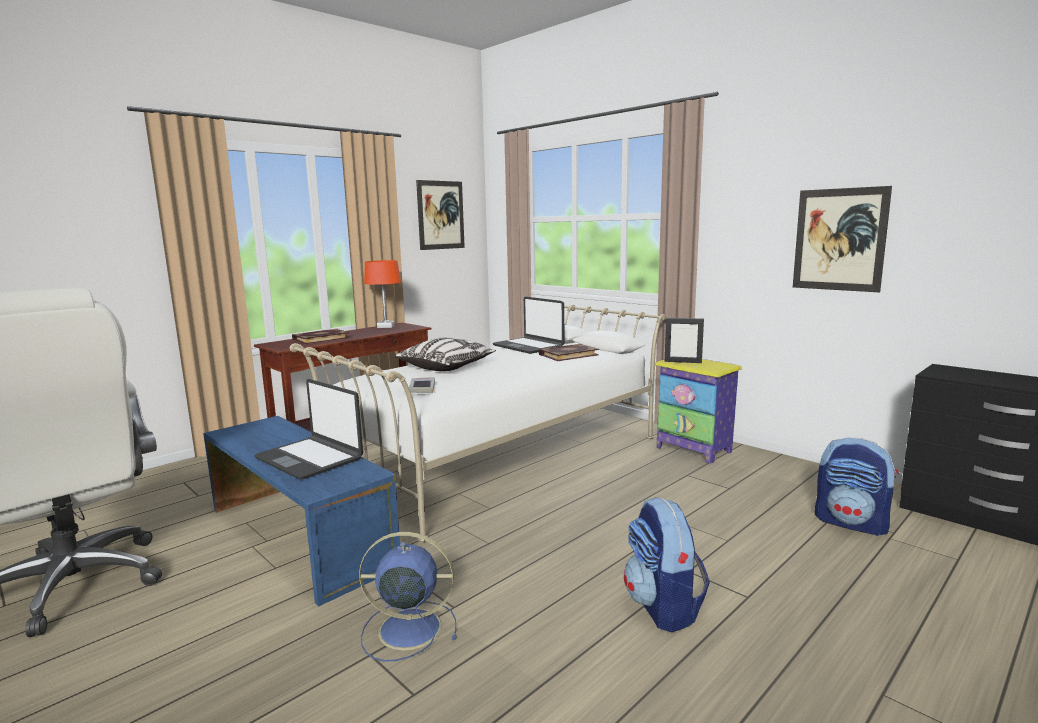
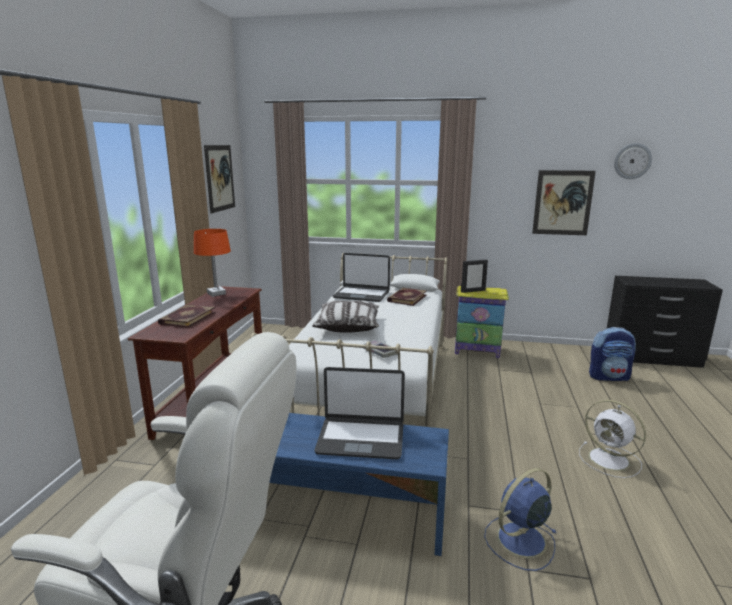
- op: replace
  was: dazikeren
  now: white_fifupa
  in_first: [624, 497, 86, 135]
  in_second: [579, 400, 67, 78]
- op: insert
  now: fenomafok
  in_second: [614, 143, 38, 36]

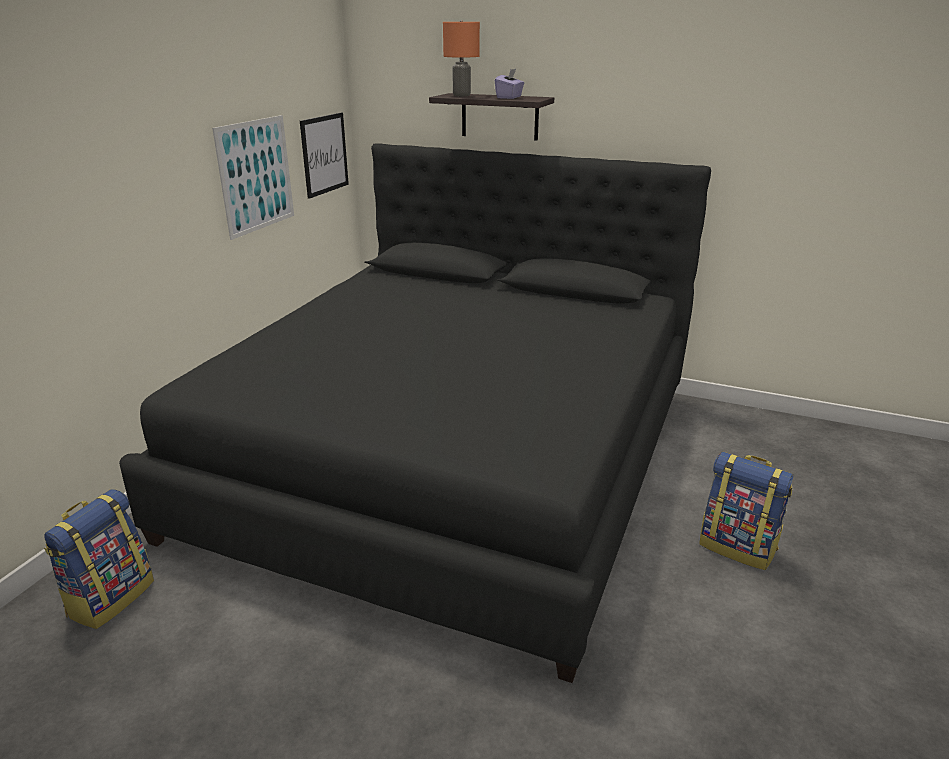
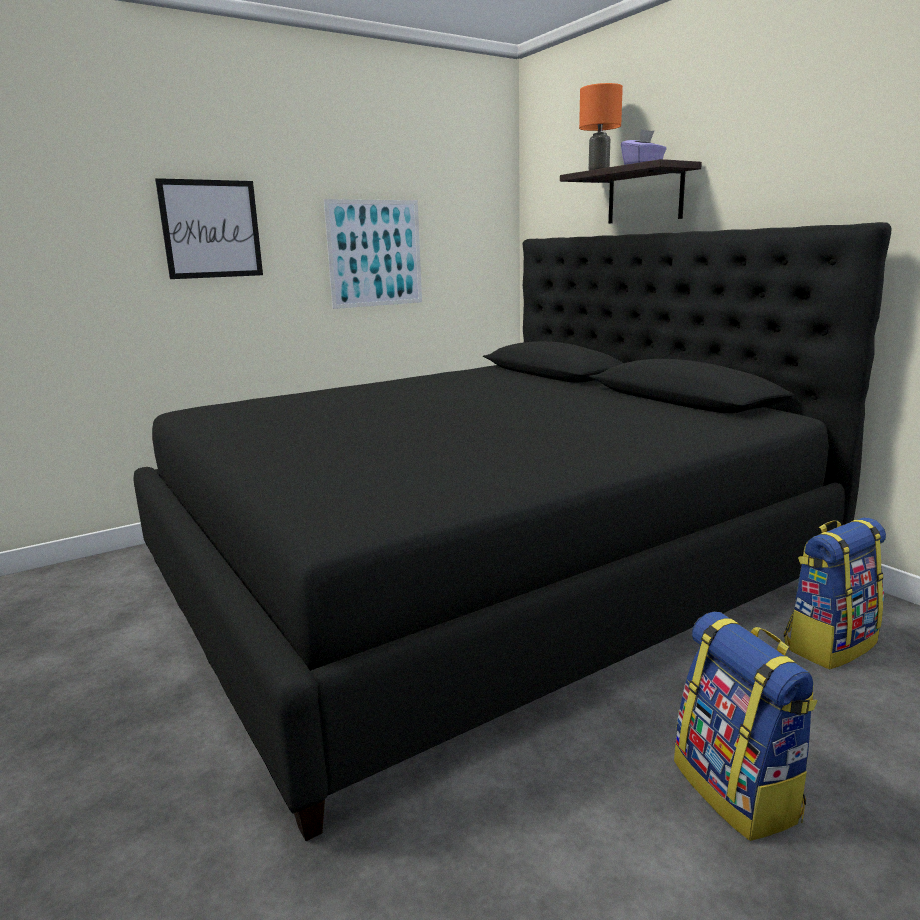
- op: move
  was: dazikeren
  in_first: [44, 489, 110, 140]
  in_second: [784, 518, 102, 152]
- op: move
  was: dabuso
  in_first: [300, 112, 49, 87]
  in_second: [155, 178, 108, 101]

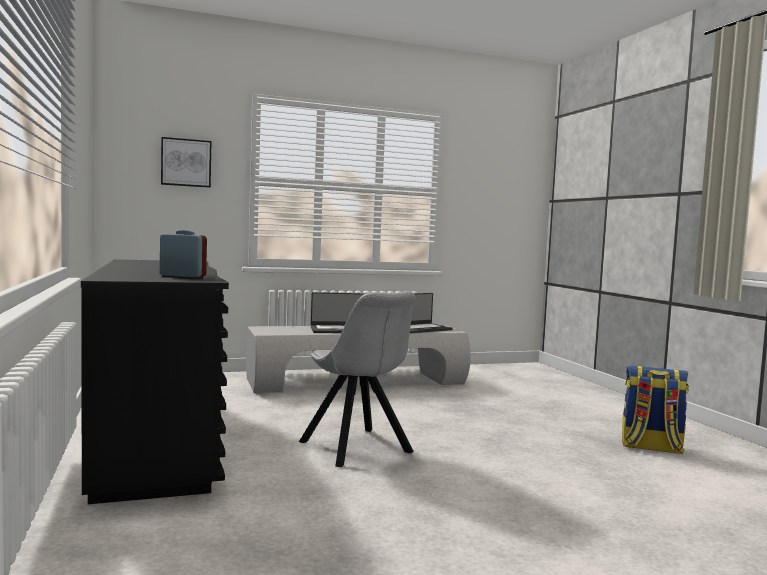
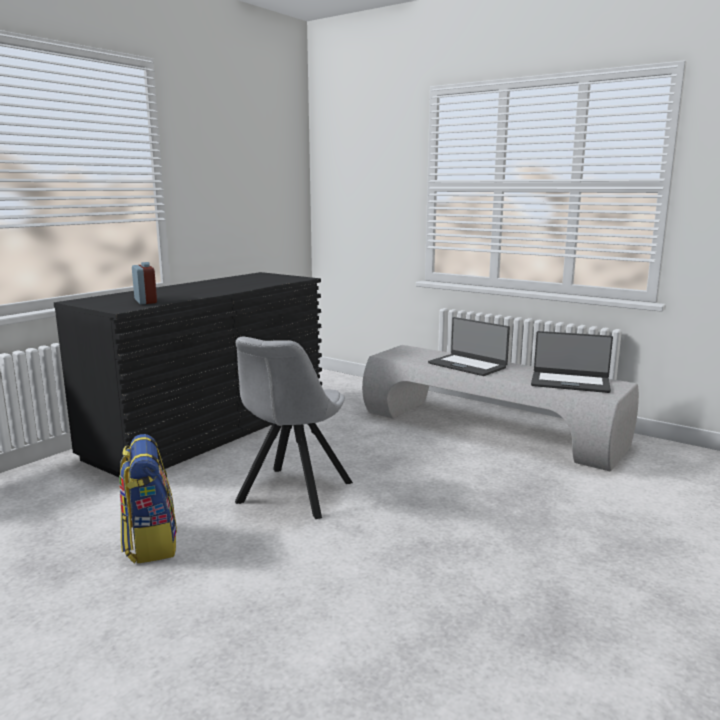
- op: delete
  was: dabuso
  in_first: [161, 137, 50, 51]
- op: move
  was: dazikeren
  in_first: [622, 366, 67, 88]
  in_second: [119, 434, 58, 130]

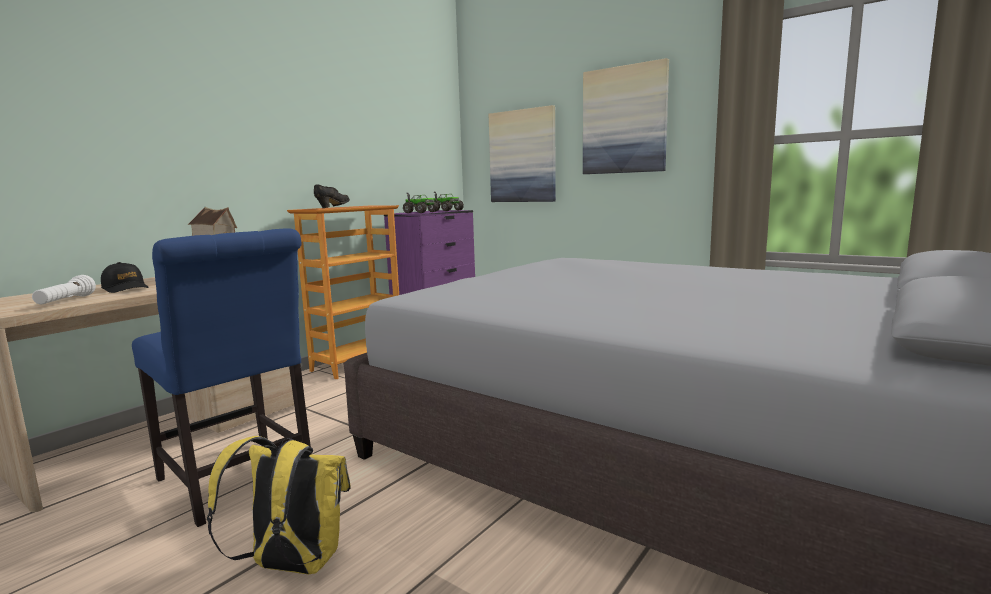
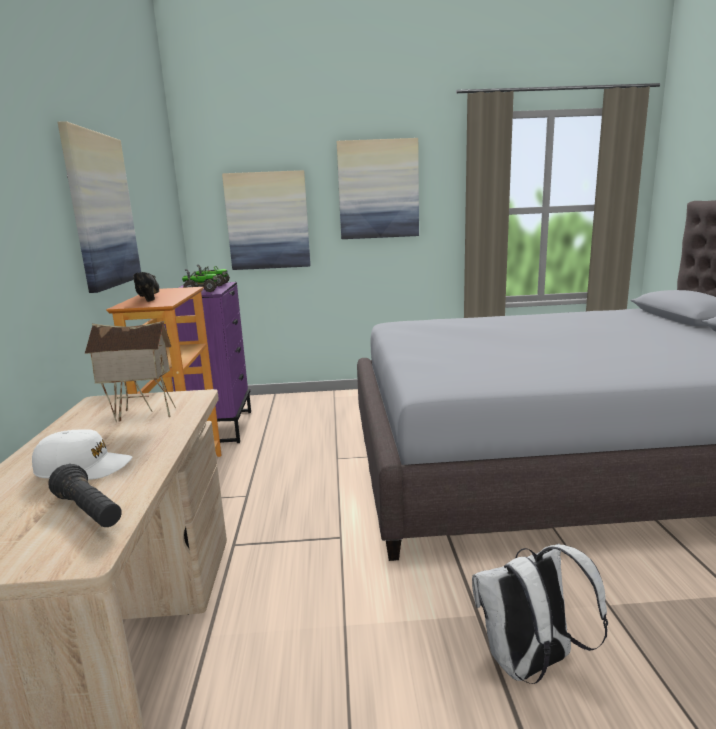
- op: recolor
  was: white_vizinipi
  now: black_vizinipi
  in_first: [32, 275, 64, 29]
  in_second: [49, 464, 73, 63]
- op: recolor
  was: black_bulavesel
  now: white_bulavesel
  in_first: [101, 262, 48, 31]
  in_second: [32, 429, 101, 51]
- op: delete
  was: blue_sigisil
  in_first: [132, 228, 180, 299]
- op: recolor
  was: yellow_dazikeren
  now: white_dazikeren
  in_first: [207, 436, 144, 138]
  in_second: [472, 544, 136, 140]
- op: insert
  now: dabuso
  in_second: [58, 121, 83, 172]

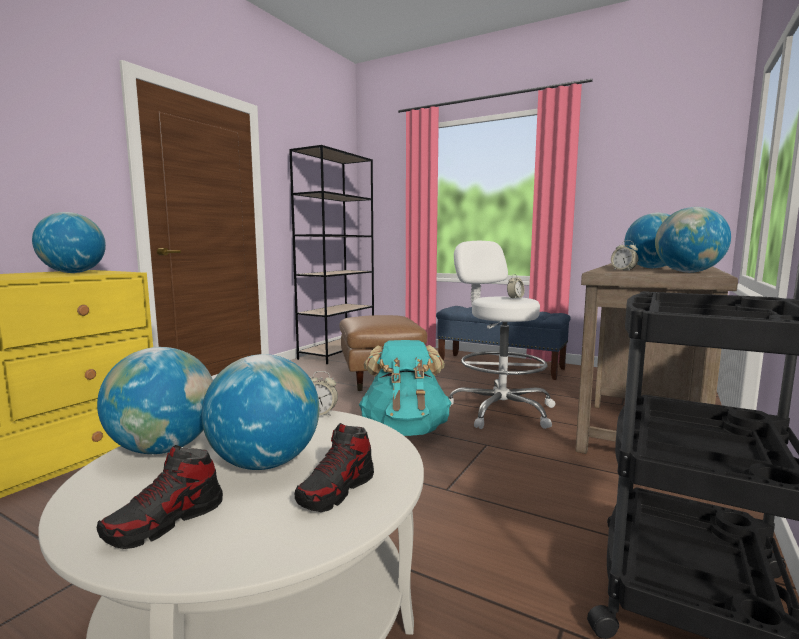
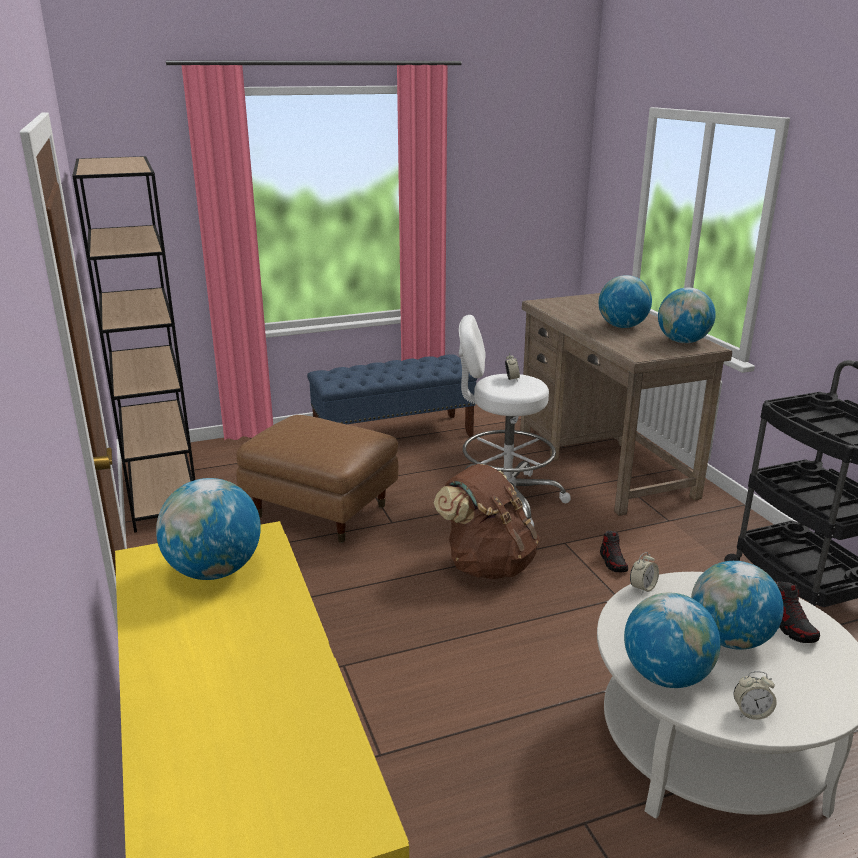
- op: move
  was: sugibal
  in_first: [97, 445, 126, 104]
  in_second: [600, 531, 28, 41]
- op: recolor
  was: turquoise_dazikeren
  now: brown_dazikeren
  in_first: [359, 340, 92, 96]
  in_second: [434, 464, 106, 115]
- op: move
  was: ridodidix
  in_first: [611, 240, 27, 31]
  in_second: [734, 671, 43, 49]

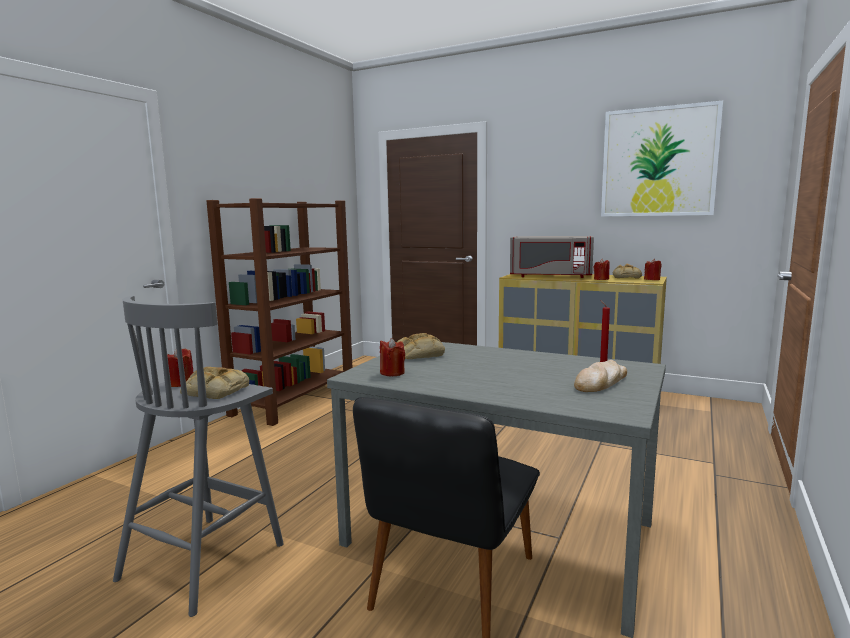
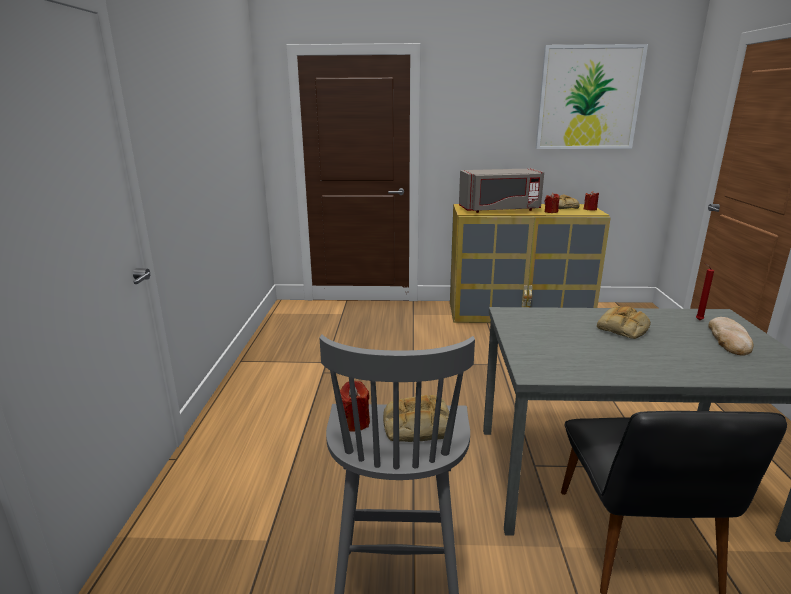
- op: delete
  was: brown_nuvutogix
  in_first: [207, 198, 145, 228]
- op: delete
  was: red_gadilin
  in_first: [380, 338, 25, 38]
- op: move
  was: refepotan
  in_first: [397, 333, 48, 26]
  in_second: [597, 306, 54, 33]

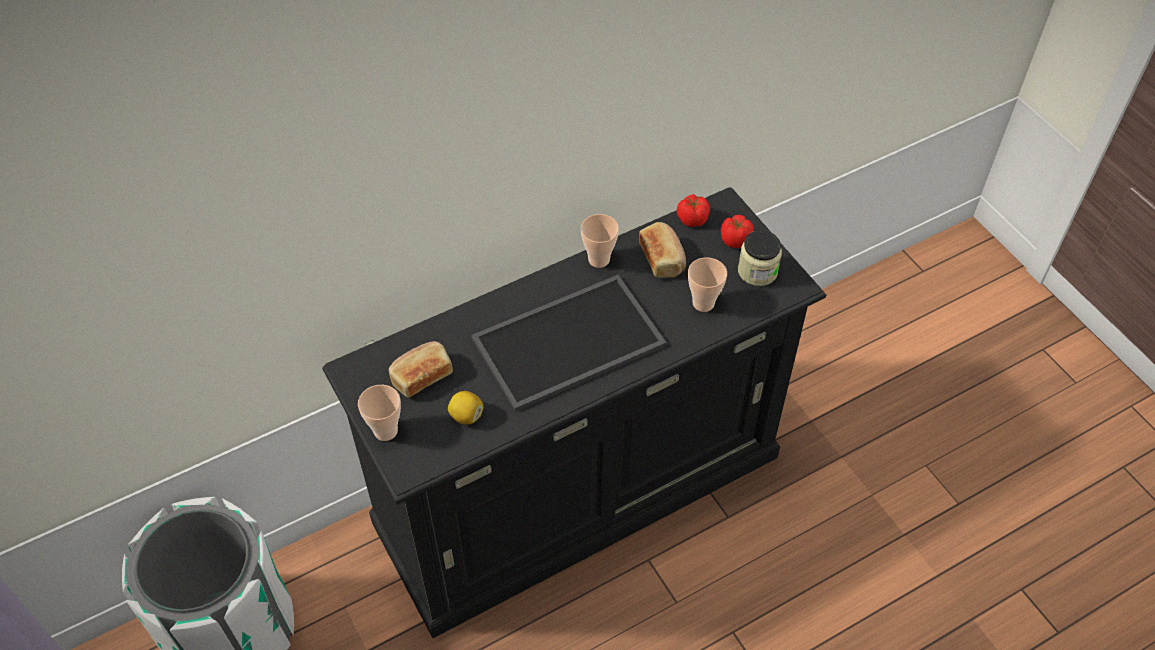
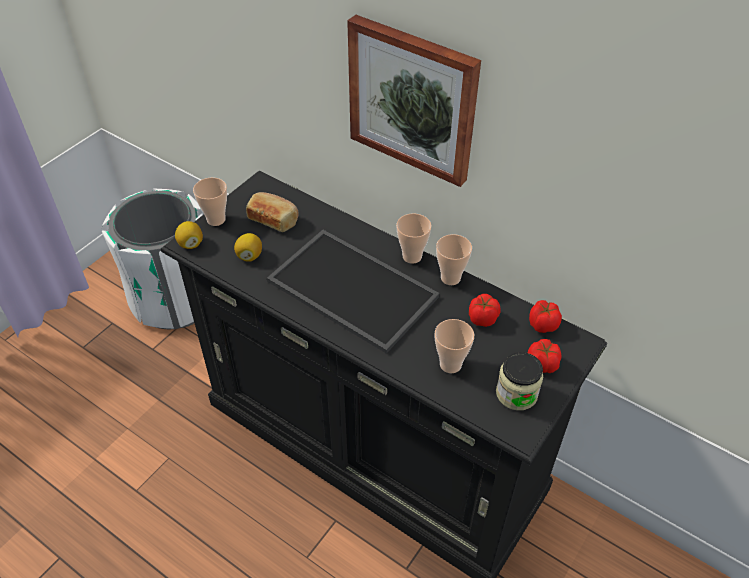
- op: replace
  was: refepotan
  now: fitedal
  in_first: [639, 222, 47, 56]
  in_second: [469, 294, 31, 33]
- op: insert
  now: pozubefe
  in_second: [175, 221, 28, 28]
- op: insert
  now: dabuso
  in_second: [347, 15, 134, 172]
- op: insert
  now: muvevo
  in_second: [396, 213, 35, 51]

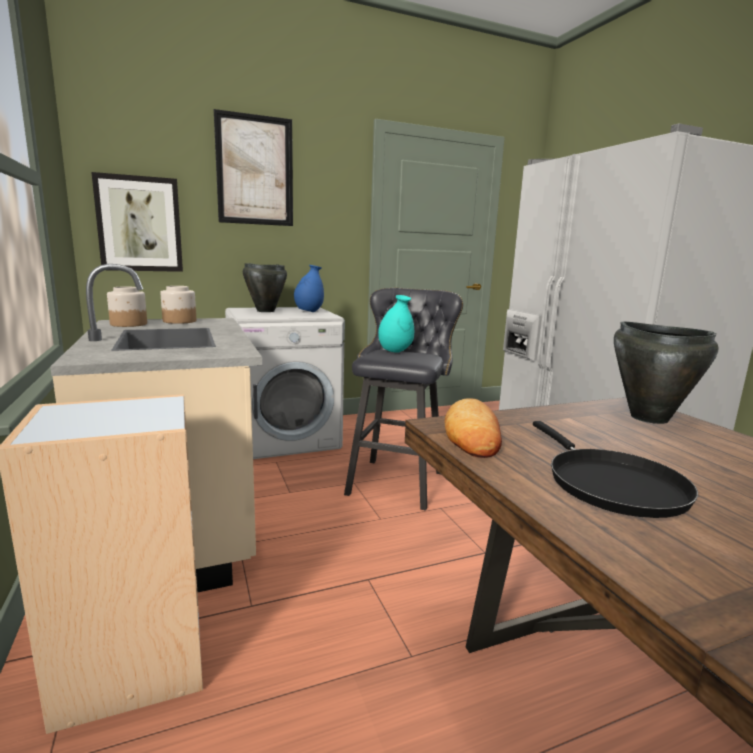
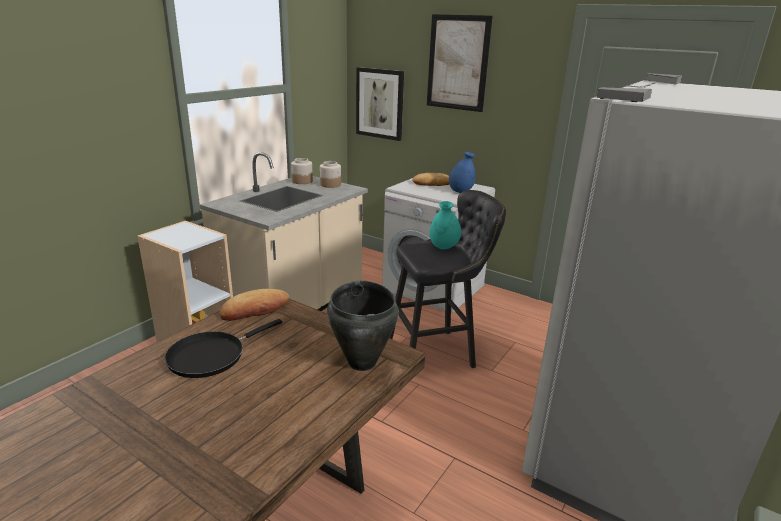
- op: replace
  was: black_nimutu
  now: refepotan
  in_first: [243, 263, 44, 49]
  in_second: [412, 173, 38, 13]

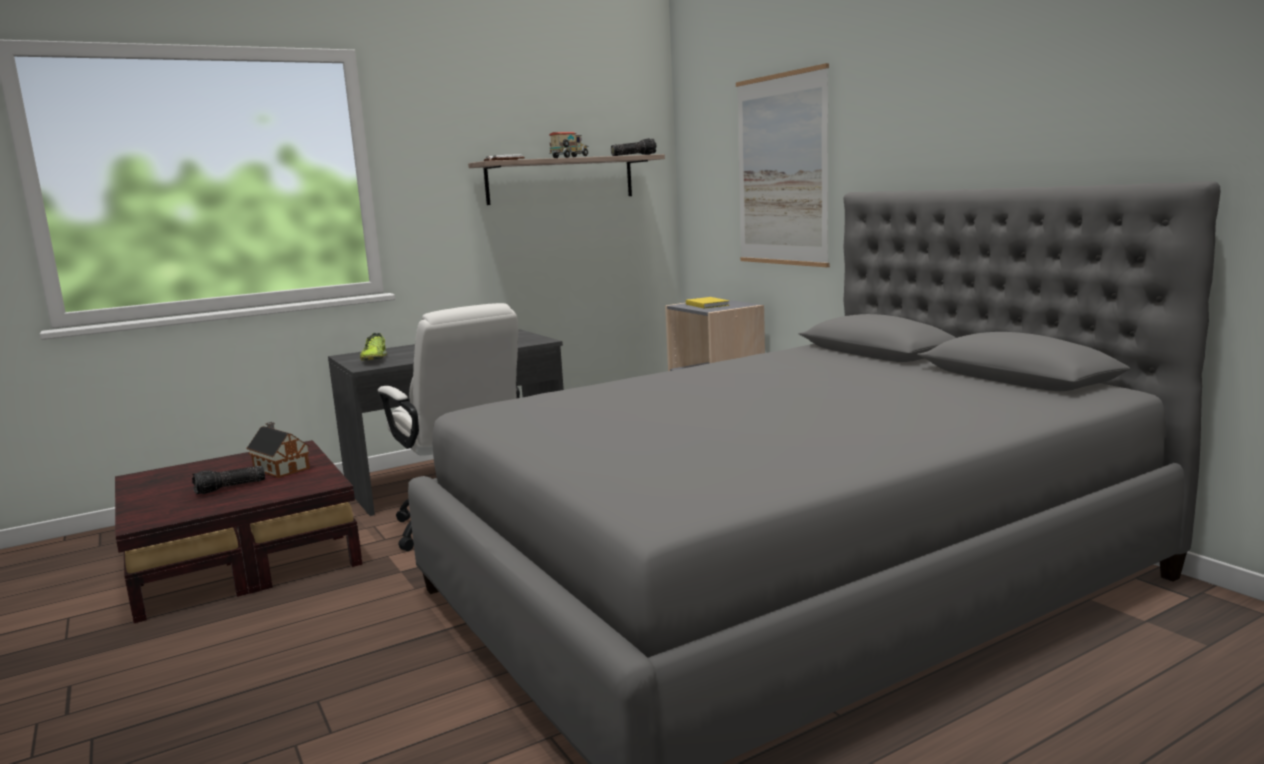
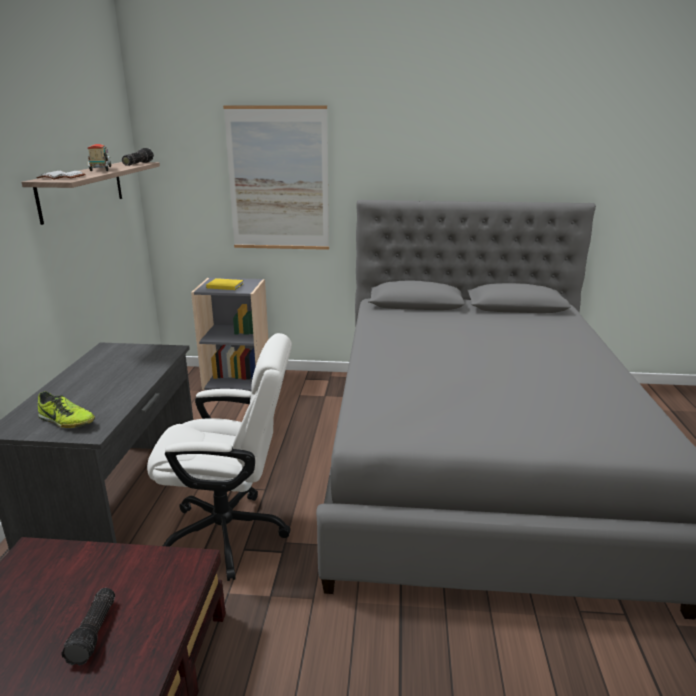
- op: delete
  was: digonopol
  in_first: [246, 422, 64, 56]

